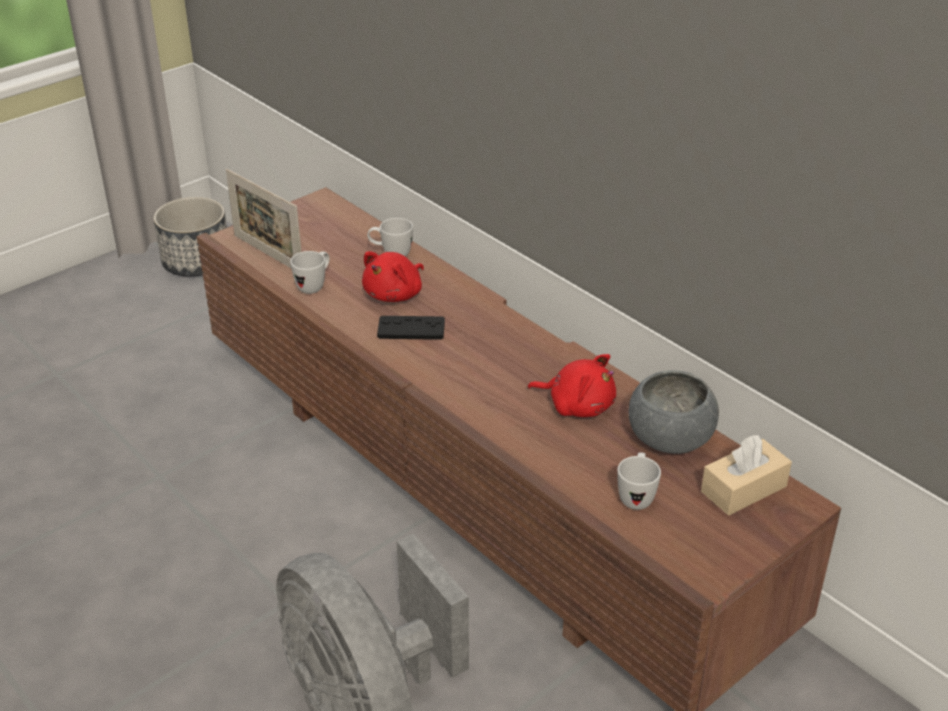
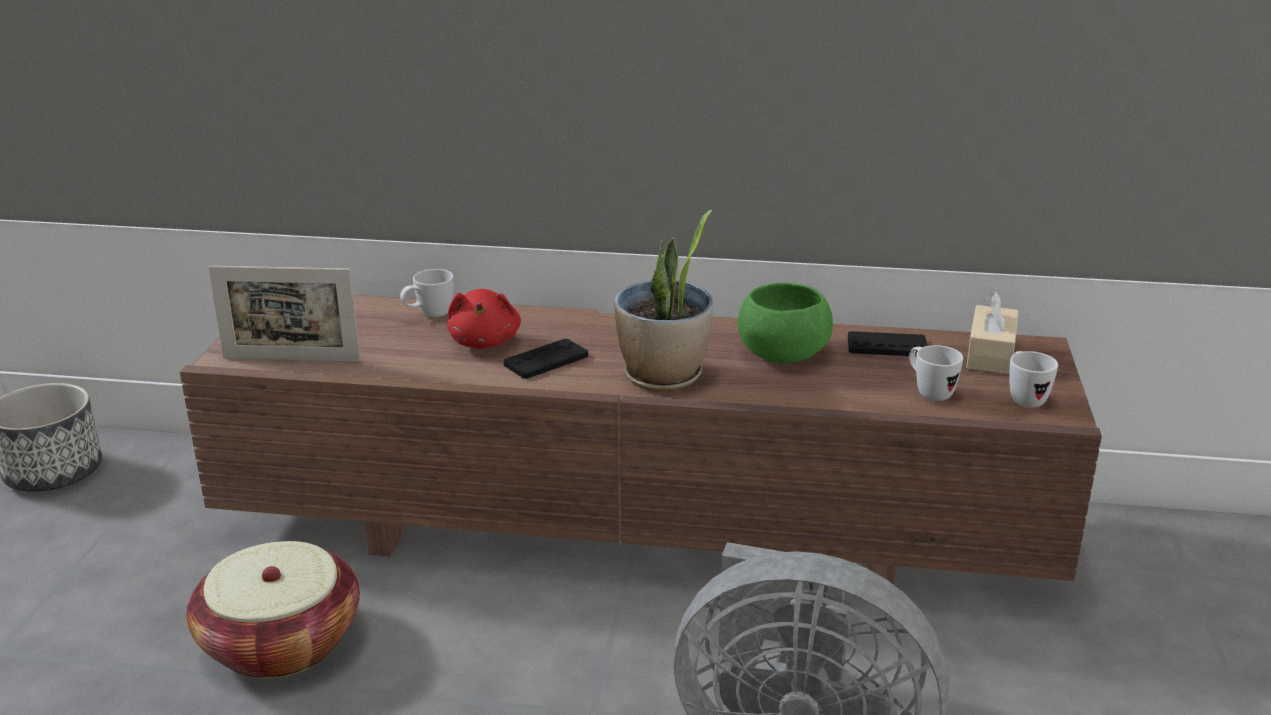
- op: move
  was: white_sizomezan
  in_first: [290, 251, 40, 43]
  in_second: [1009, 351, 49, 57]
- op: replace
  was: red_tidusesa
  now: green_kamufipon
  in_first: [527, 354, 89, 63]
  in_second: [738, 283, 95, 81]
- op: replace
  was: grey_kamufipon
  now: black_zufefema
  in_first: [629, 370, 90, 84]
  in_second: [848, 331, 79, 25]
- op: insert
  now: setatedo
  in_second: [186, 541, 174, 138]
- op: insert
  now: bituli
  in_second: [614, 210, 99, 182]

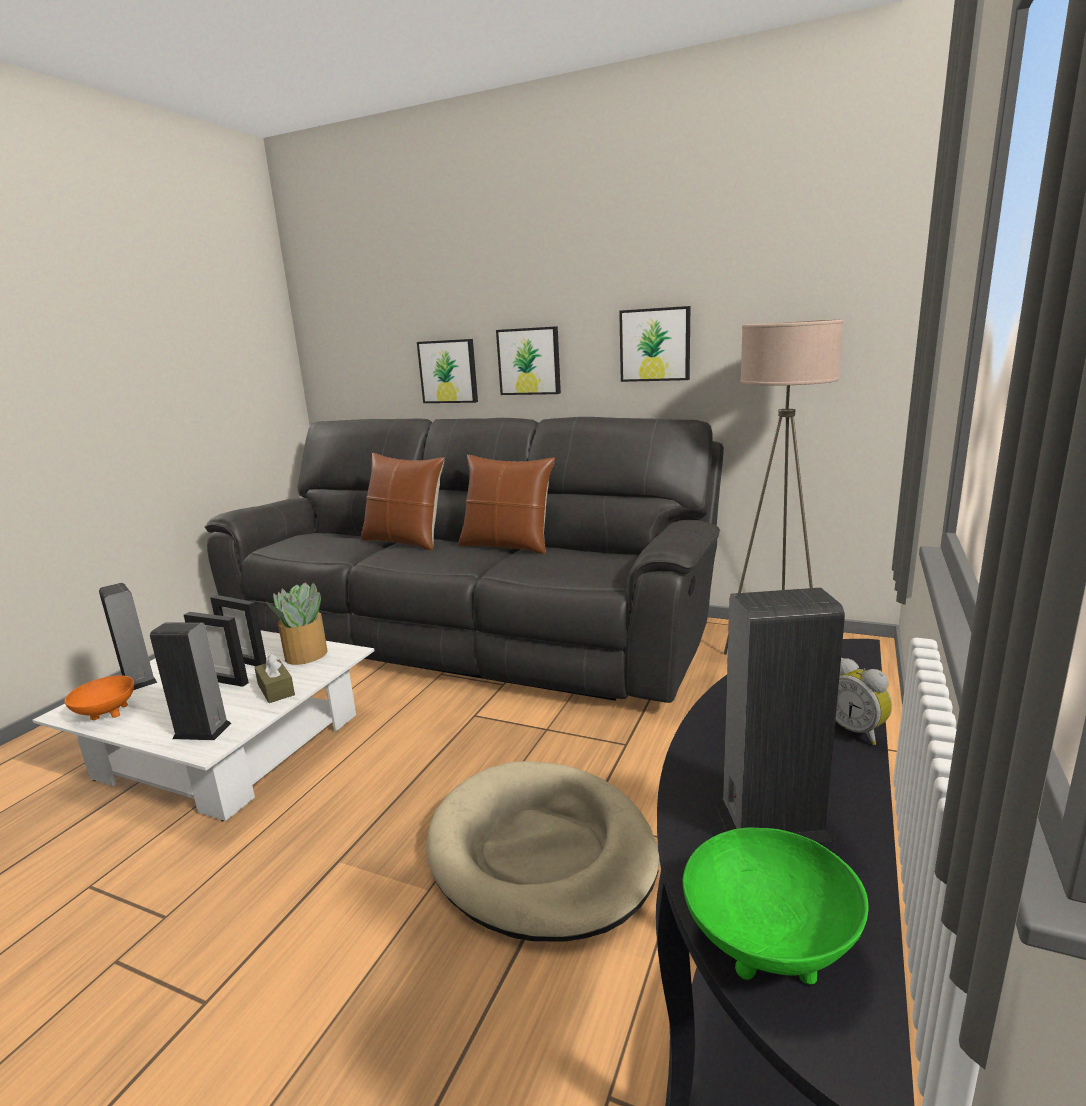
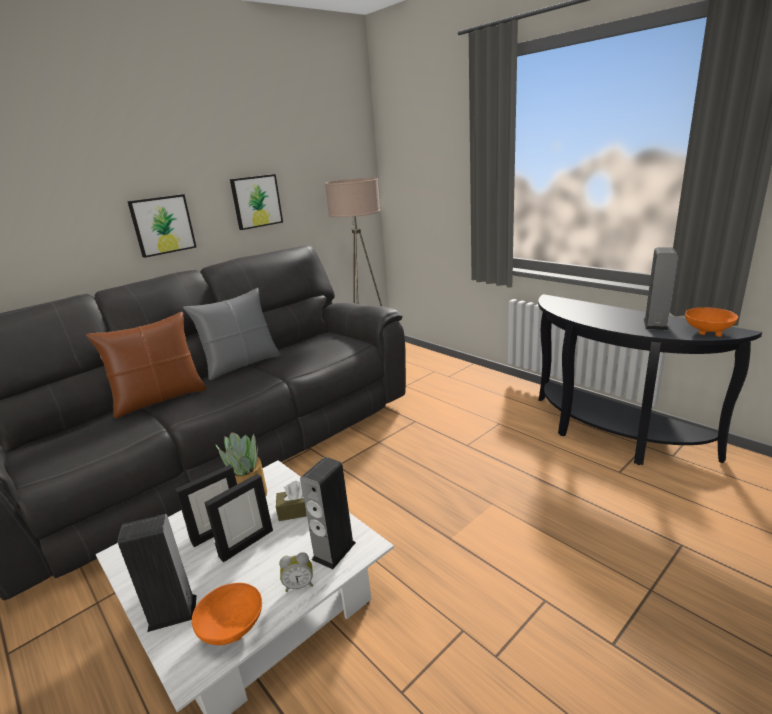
- op: delete
  was: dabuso
  in_first: [417, 339, 61, 64]
- op: delete
  was: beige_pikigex
  in_first: [426, 761, 233, 181]
- op: recolor
  was: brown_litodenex
  now: grey_litodenex
  in_first: [459, 455, 96, 99]
  in_second: [183, 288, 97, 92]
- op: recolor
  was: green_kamufipon
  now: orange_kamufipon
  in_first: [682, 828, 186, 157]
  in_second: [685, 307, 53, 30]
- op: move
  was: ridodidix
  in_first: [835, 658, 57, 87]
  in_second: [279, 552, 34, 40]

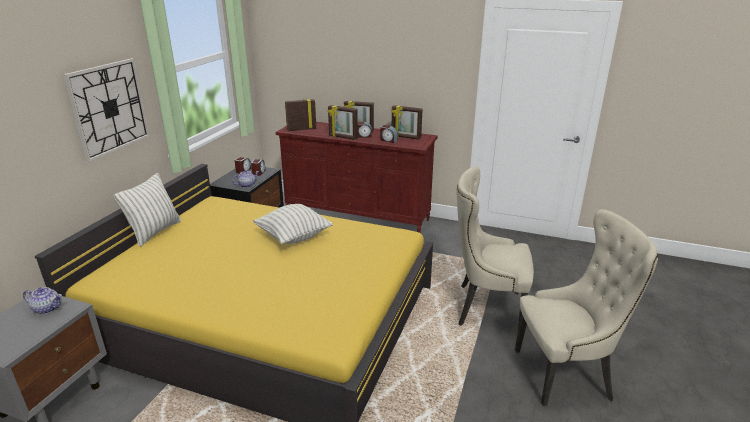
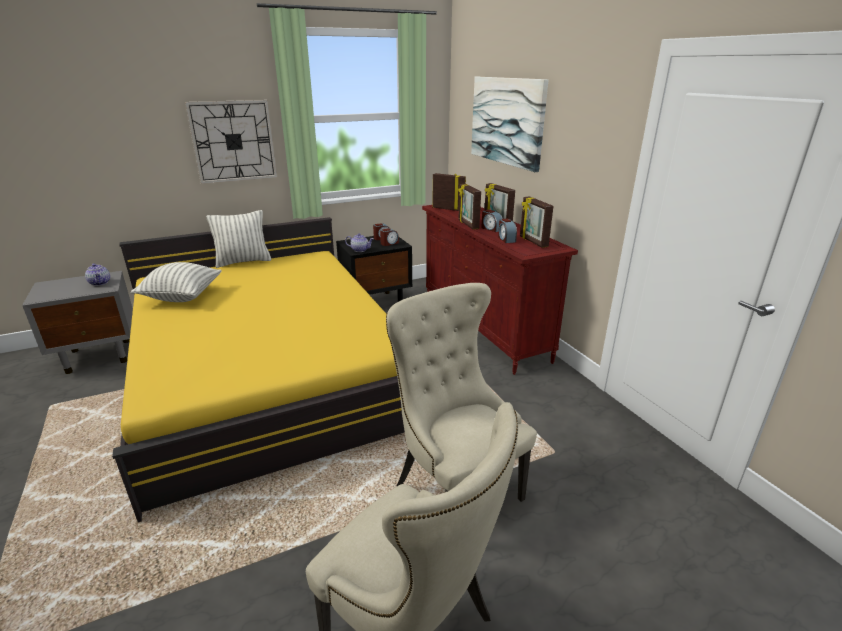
- op: move
  was: litodenex
  in_first: [253, 204, 80, 40]
  in_second: [131, 262, 91, 40]
- op: insert
  now: dabuso
  in_second: [471, 77, 77, 95]

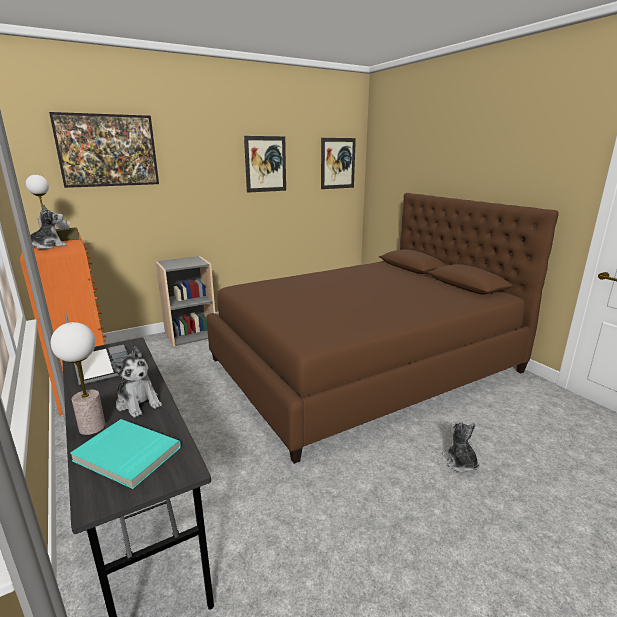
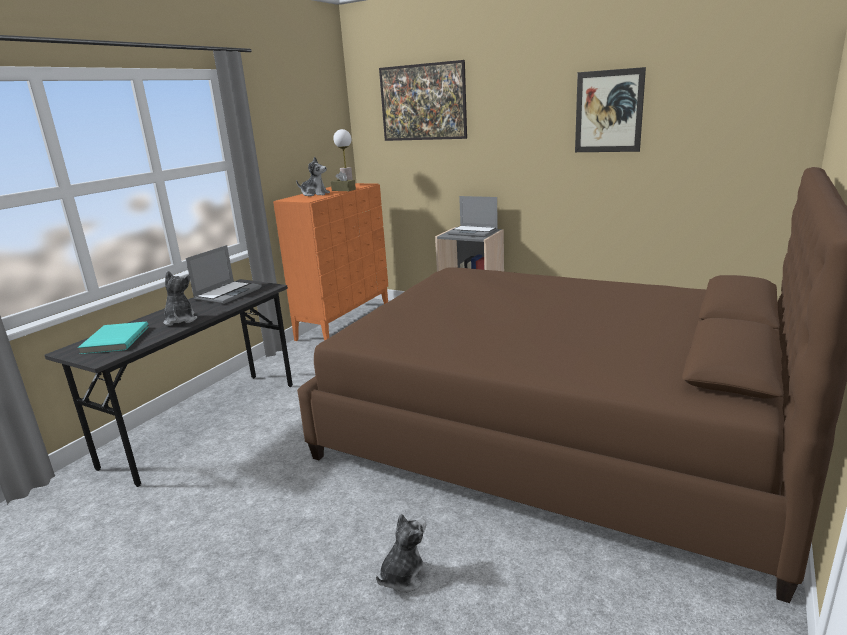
- op: delete
  was: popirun
  in_first: [51, 322, 54, 113]
- op: rotate
  was: tidusesa
  in_first: [111, 346, 51, 72]
  in_second: [164, 271, 34, 55]
  clockwise: 150
- op: delete
  was: dabuso
  in_first: [321, 138, 35, 51]
- op: insert
  now: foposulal
  in_second: [447, 196, 51, 41]

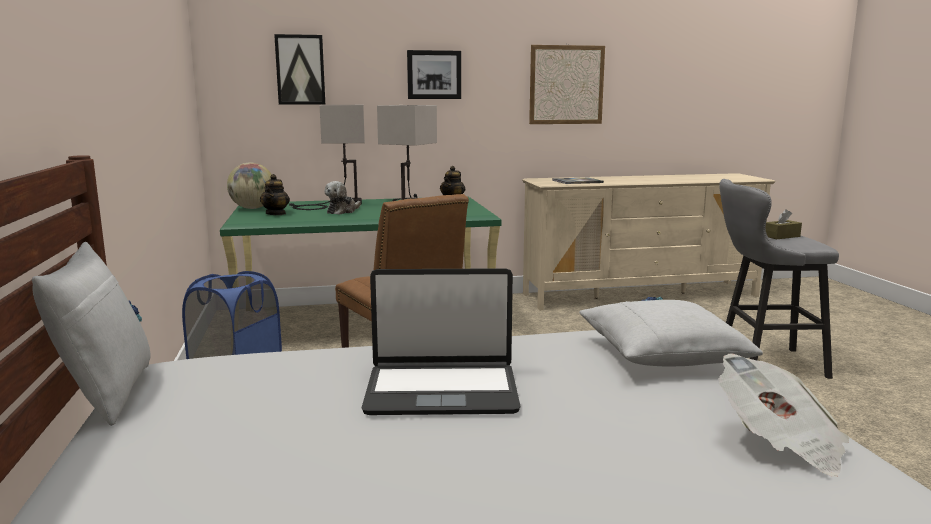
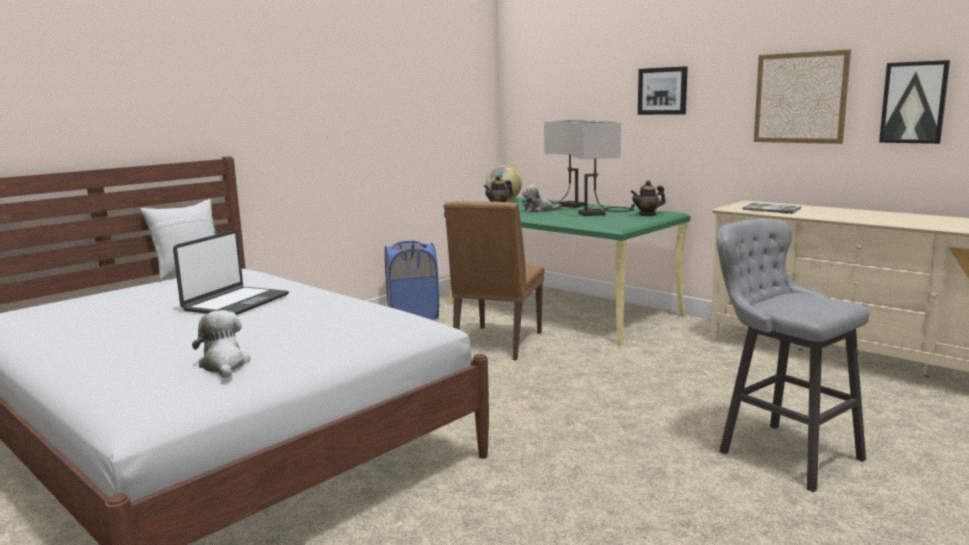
- op: move
  was: dabuso
  in_first: [274, 34, 51, 71]
  in_second: [879, 60, 71, 84]
- op: rotate
  was: foposulal
  in_first: [362, 268, 159, 147]
  in_second: [173, 230, 116, 85]
  clockwise: -120
- op: delete
  was: grey_litodenex
  in_first: [579, 297, 184, 70]
- op: replace
  was: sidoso
  now: tidusesa
  in_first: [718, 354, 131, 123]
  in_second: [192, 310, 58, 68]
- op: delete
  was: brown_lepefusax
  in_first: [766, 209, 36, 30]

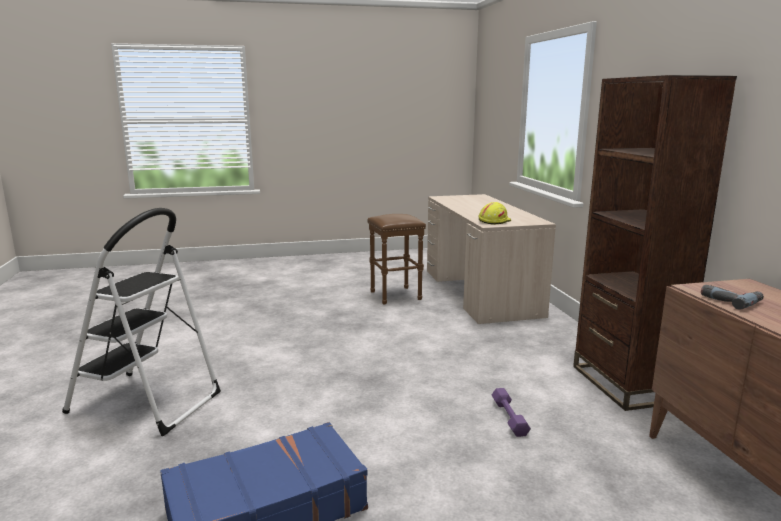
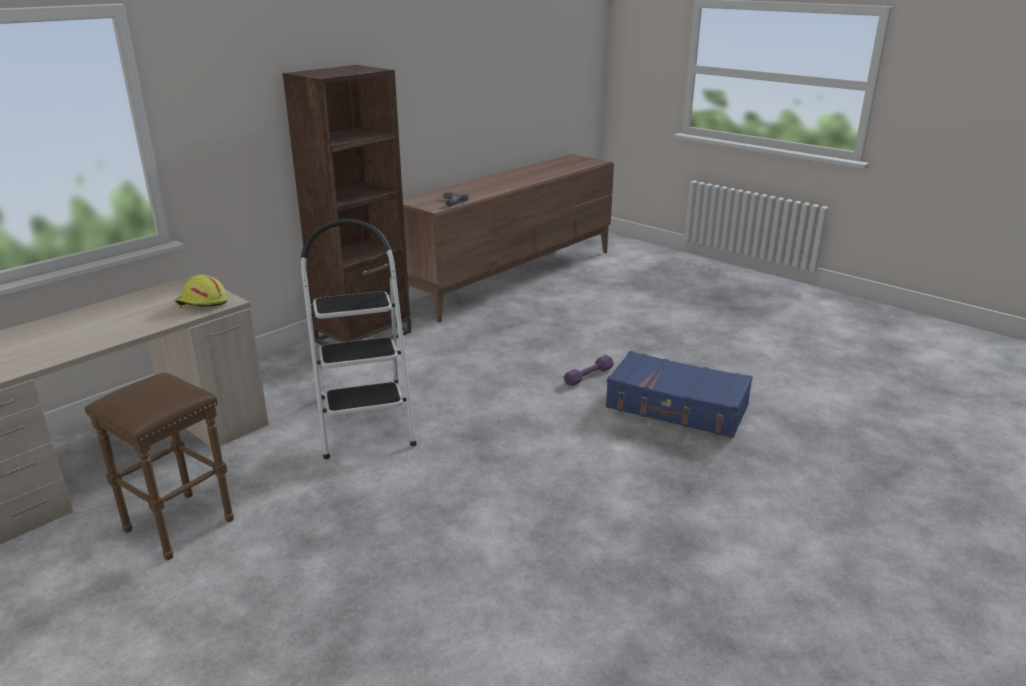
- op: move
  was: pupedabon
  in_first: [62, 208, 159, 228]
  in_second: [301, 219, 116, 240]
- op: move
  was: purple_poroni
  in_first: [492, 388, 39, 49]
  in_second: [564, 355, 50, 31]

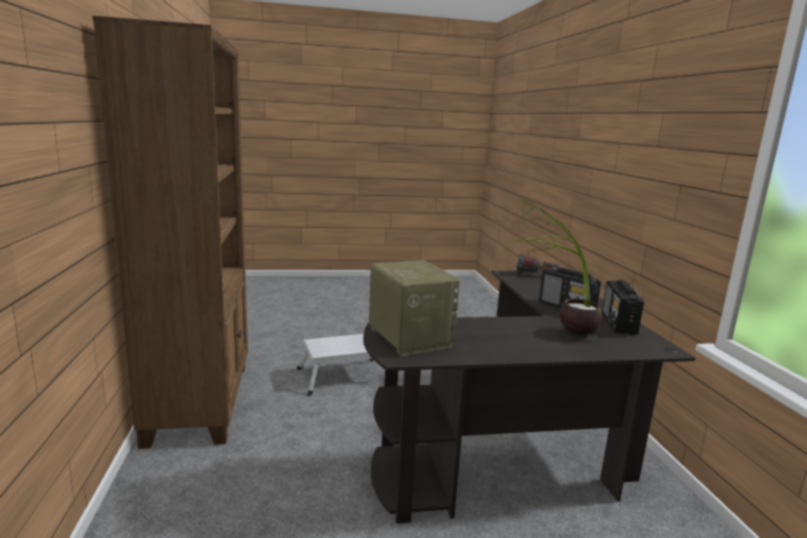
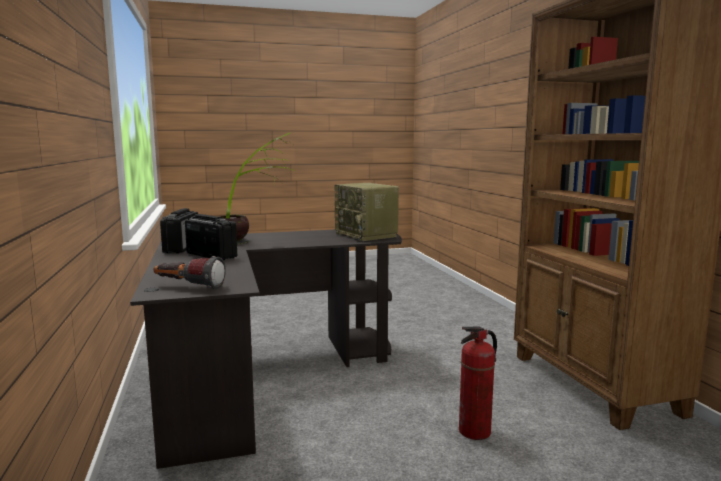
- op: replace
  was: white_pupedabon
  now: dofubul
  in_first: [297, 334, 88, 62]
  in_second: [459, 327, 38, 113]

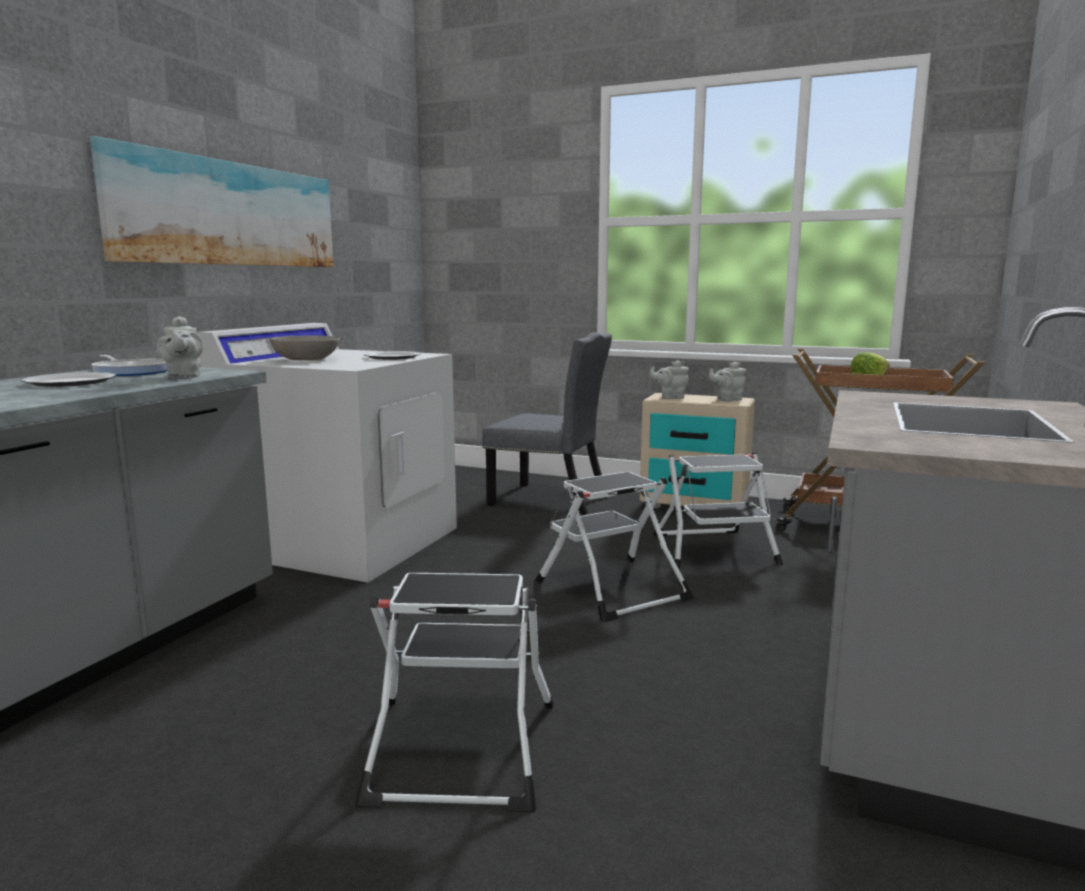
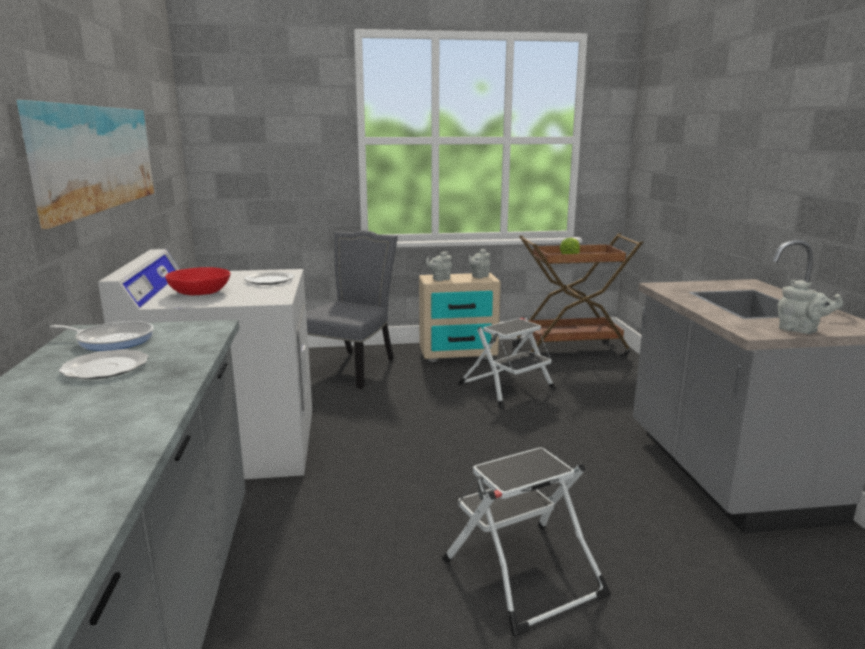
- op: move
  was: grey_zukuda
  in_first: [157, 316, 46, 62]
  in_second: [777, 279, 66, 55]
- op: recolor
  was: grey_kamufipon
  now: red_kamufipon
  in_first: [269, 336, 71, 24]
  in_second: [165, 267, 65, 28]
- op: rotate
  was: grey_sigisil
  in_first: [482, 332, 130, 183]
  in_second: [306, 230, 92, 159]
  clockwise: -60
- op: delete
  was: pupedabon
  in_first: [535, 472, 159, 150]

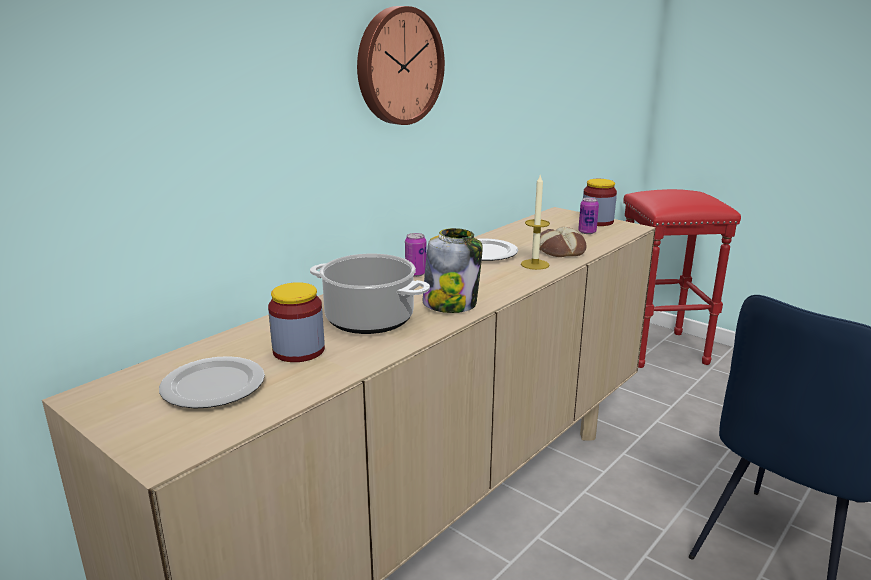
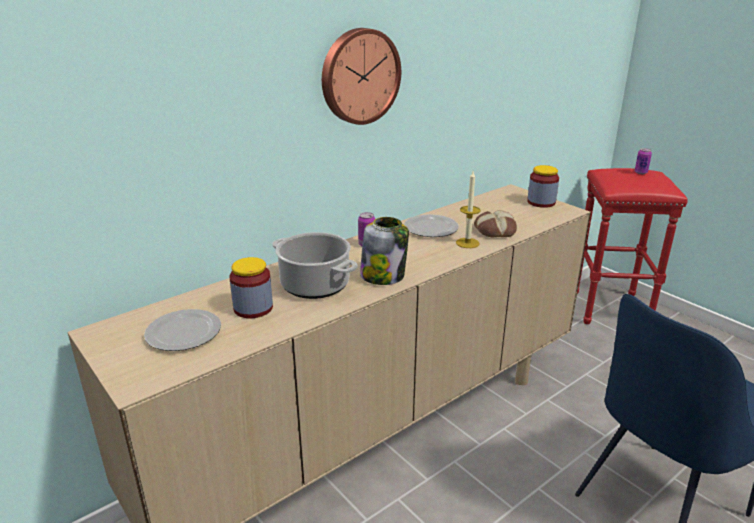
- op: move
  was: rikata
  in_first: [578, 197, 21, 37]
  in_second: [635, 148, 17, 26]

